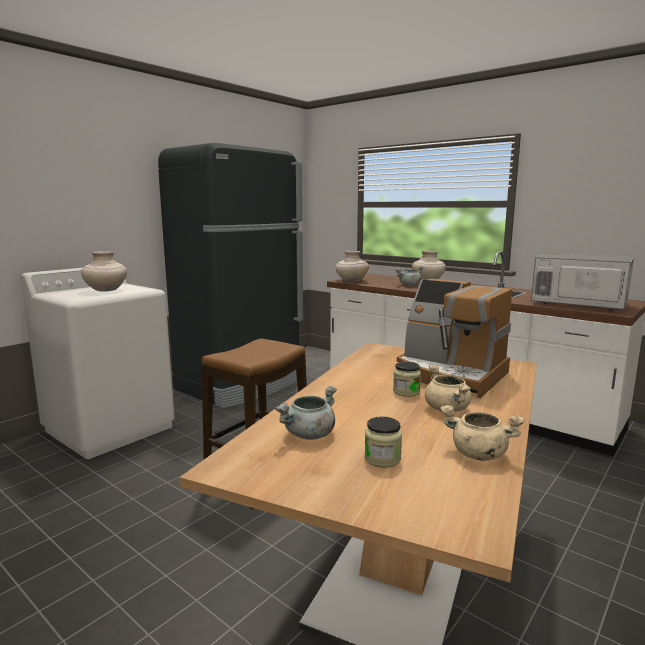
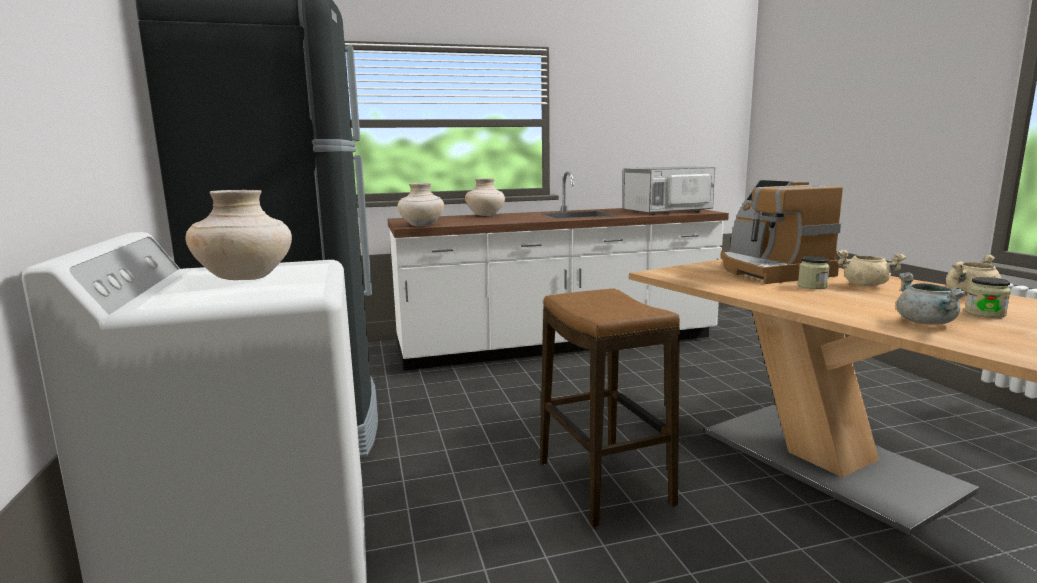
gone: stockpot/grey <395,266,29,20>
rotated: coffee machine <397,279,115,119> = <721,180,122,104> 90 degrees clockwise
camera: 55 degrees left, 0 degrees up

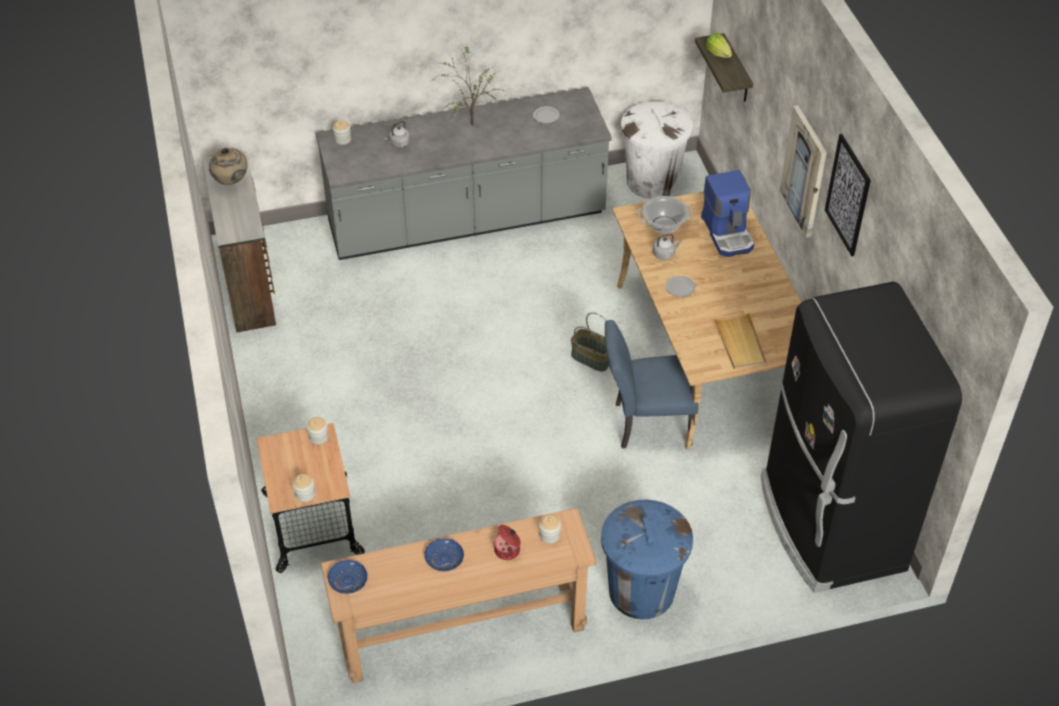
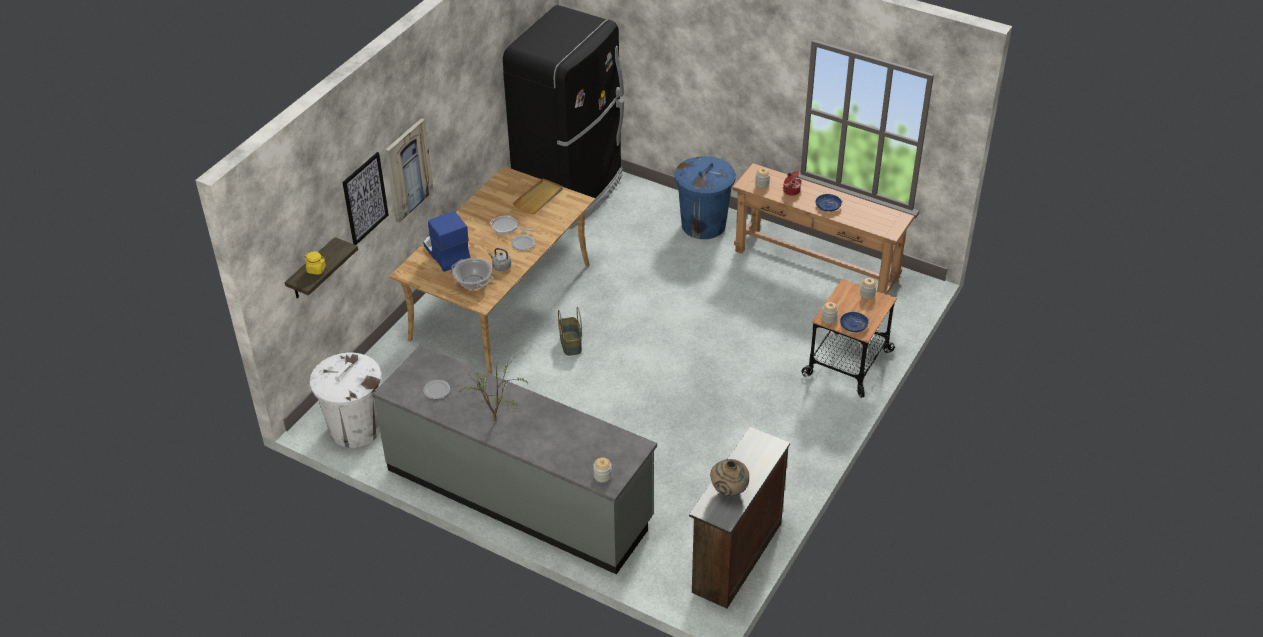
gone: kettle/grey <384,121,27,27>; plain chair/blue <605,320,94,128>
new: frying pan <490,215,44,19>
shifted: wall art <825,134,46,123> to <342,152,47,93>; dinner plate/blue <328,560,40,34> to <840,312,28,20>
swapped: lettuce head <706,33,26,25> to jar/yellow-coloured <304,251,22,24>
rotated: coffee machine <701,170,53,87> = <423,211,47,61> 60 degrees counterclockwise
camera: 135 degrees left, 5 degrees down

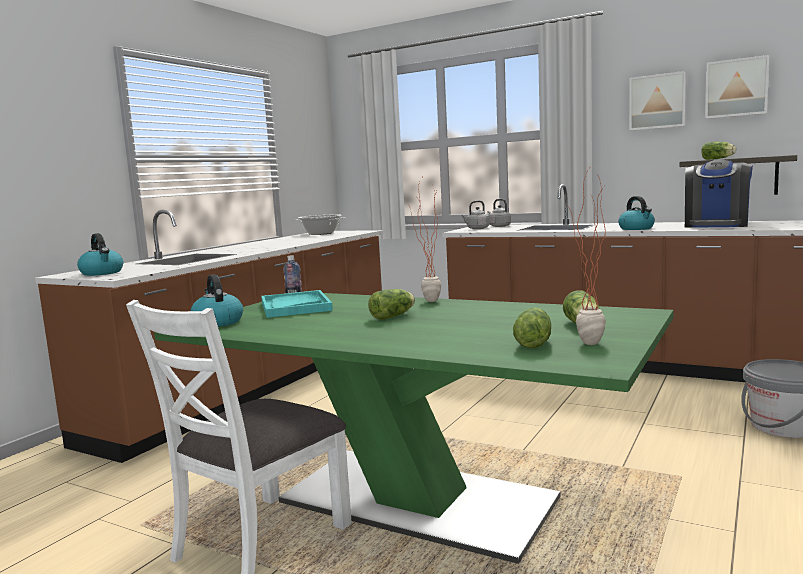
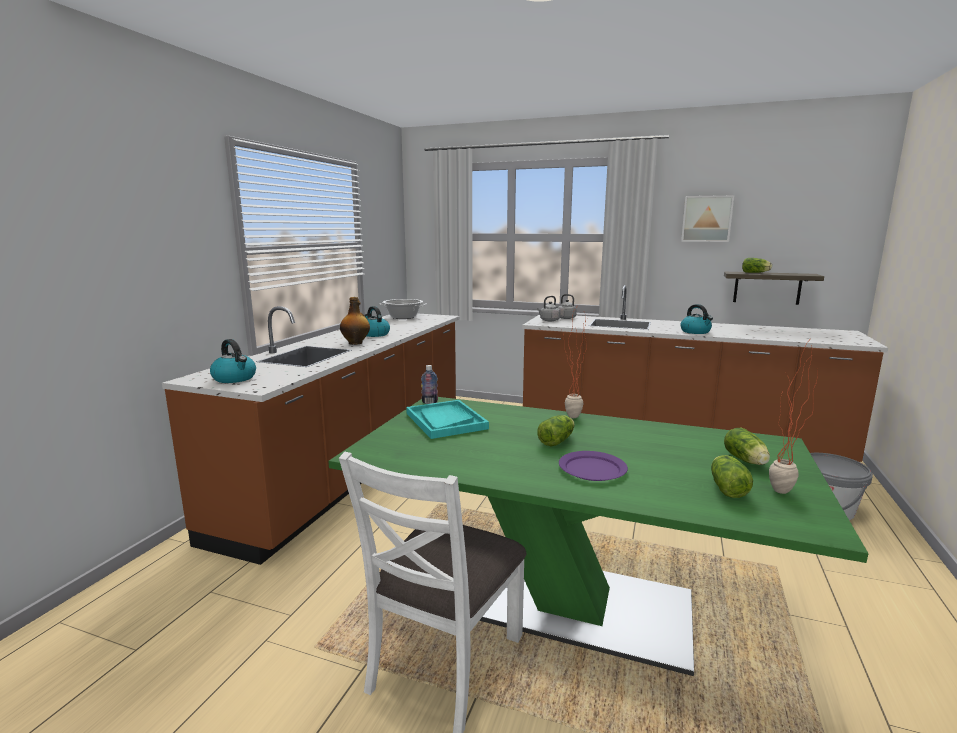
gone: coffee machine <685,159,68,69>; wall art <705,55,64,64>
new: bottle <340,297,30,48>; dinner plate/purple <559,451,69,30>
shifted: kettle <190,274,53,53> to <364,306,26,31>
camera: 10 degrees left, 5 degrees up

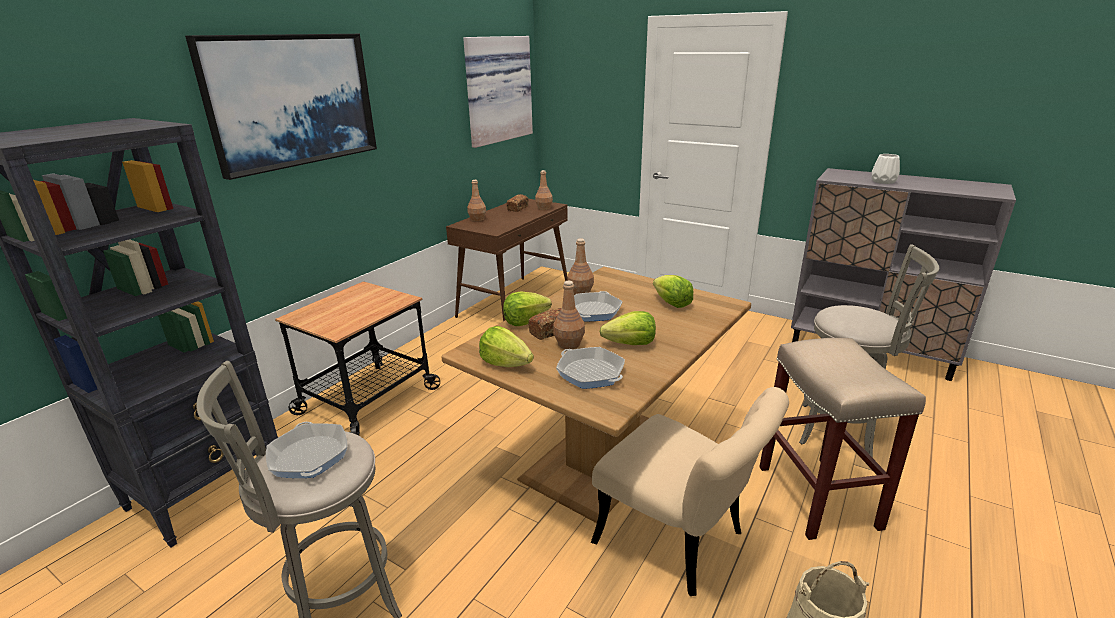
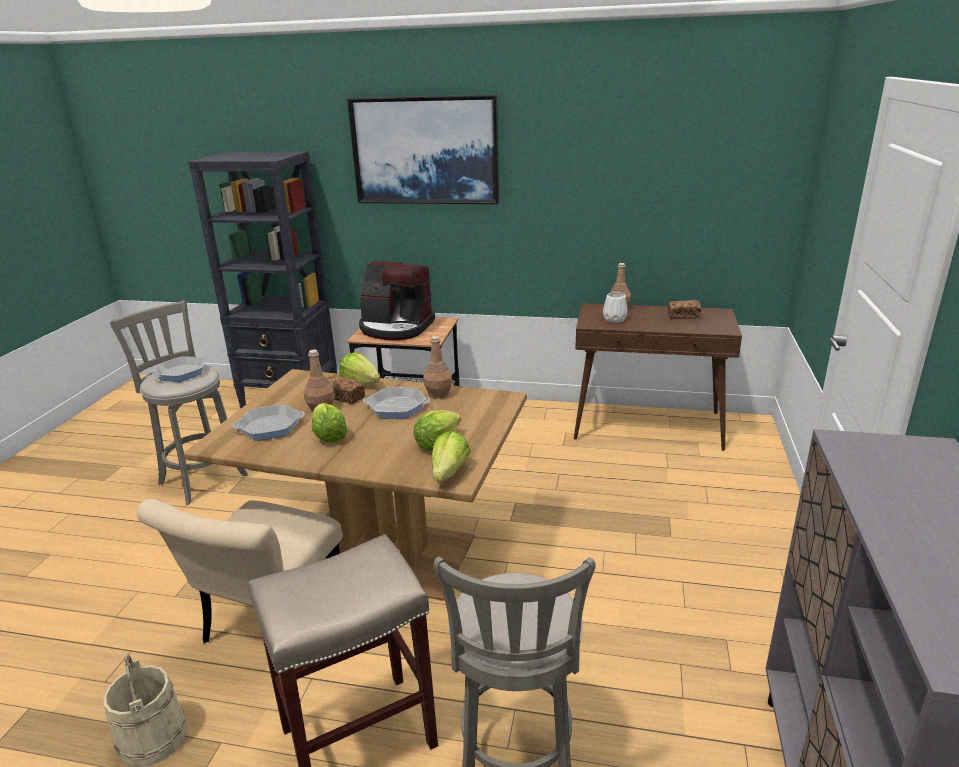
gone: wall art <463,36,70,112>; bottle/brownish <535,170,18,40>
new: coffee machine <359,261,76,79>
shifted: lettuce head <479,326,55,41> to <432,431,39,50>; decorative vase/whitish <872,154,28,30> to <603,292,25,31>
rotated: frying pan <556,347,69,42> = <232,404,73,37> 135 degrees counterclockwise
camera: 70 degrees right, 0 degrees up

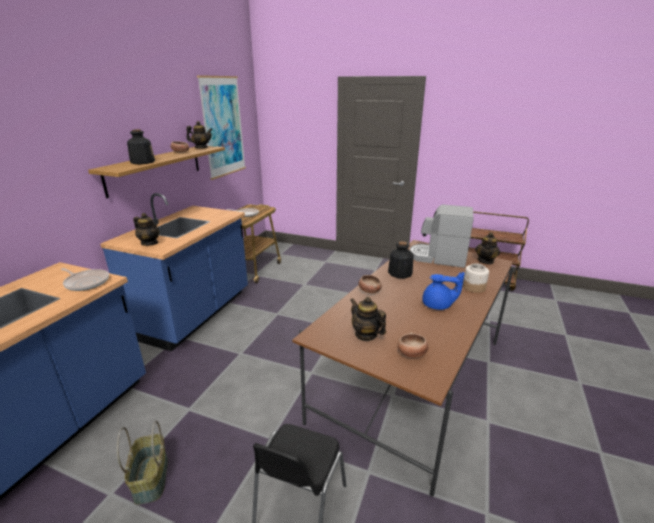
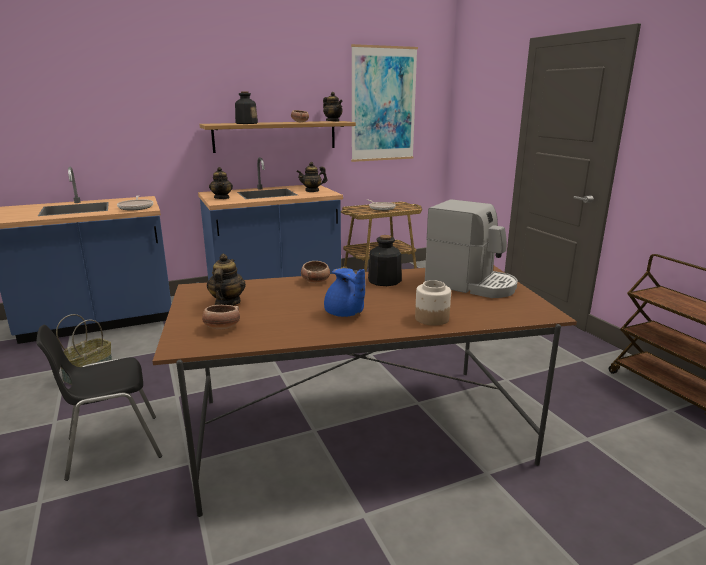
shifted: teapot <475,232,25,32> to <297,162,31,30>
rotated: coffee machine <410,204,64,64> = <425,199,93,99> 150 degrees clockwise
camera: 45 degrees right, 5 degrees down

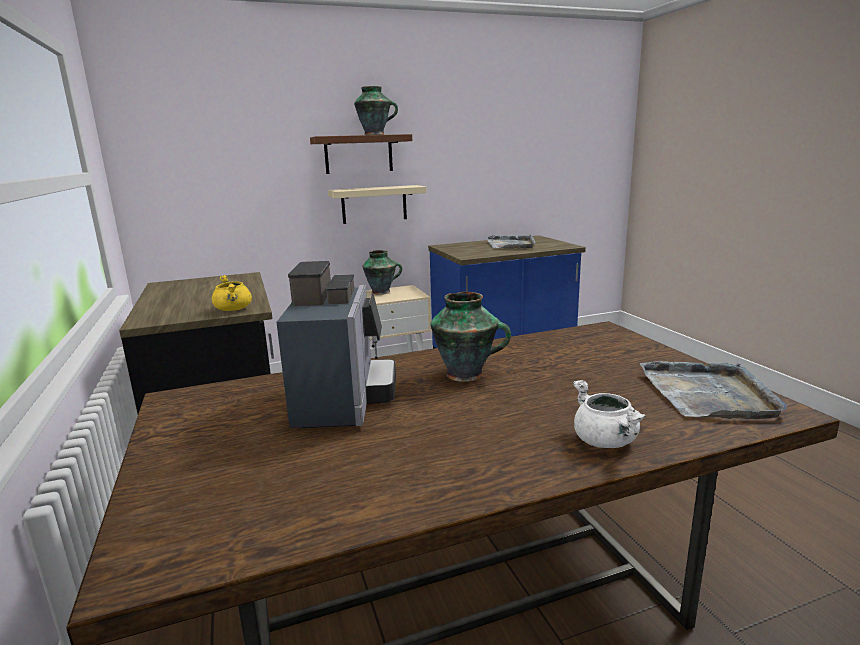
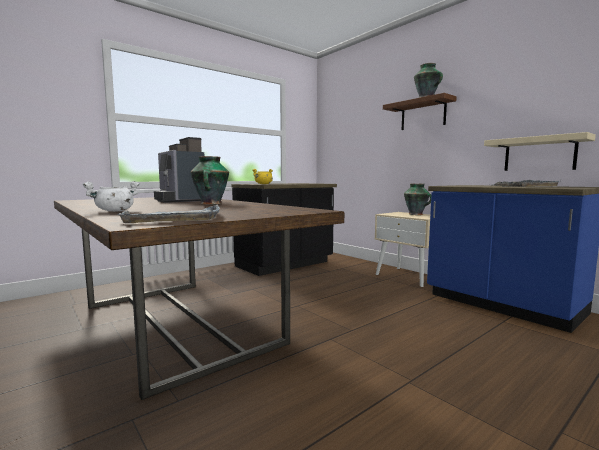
shifted: wall shelf/beige-coloured <328,185,99,39> to <484,132,112,39>
rotated: coffee machine <276,261,120,167> = <154,137,50,66> 75 degrees clockwise
camera: 70 degrees right, 10 degrees down

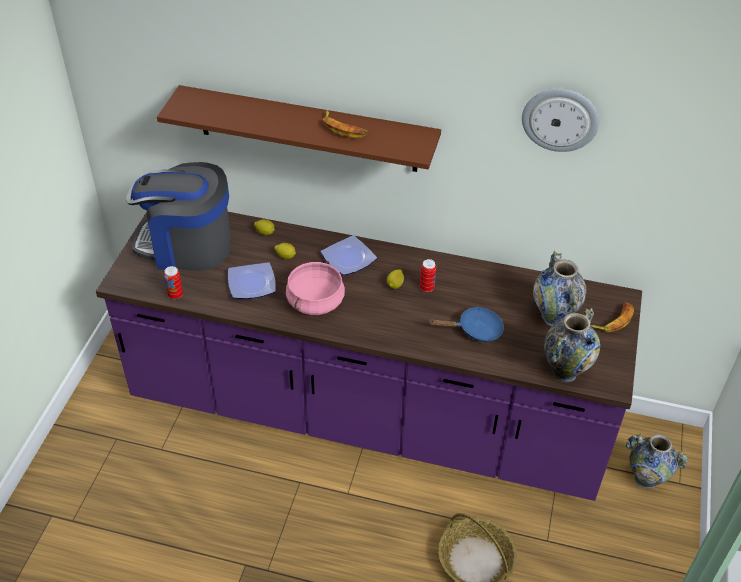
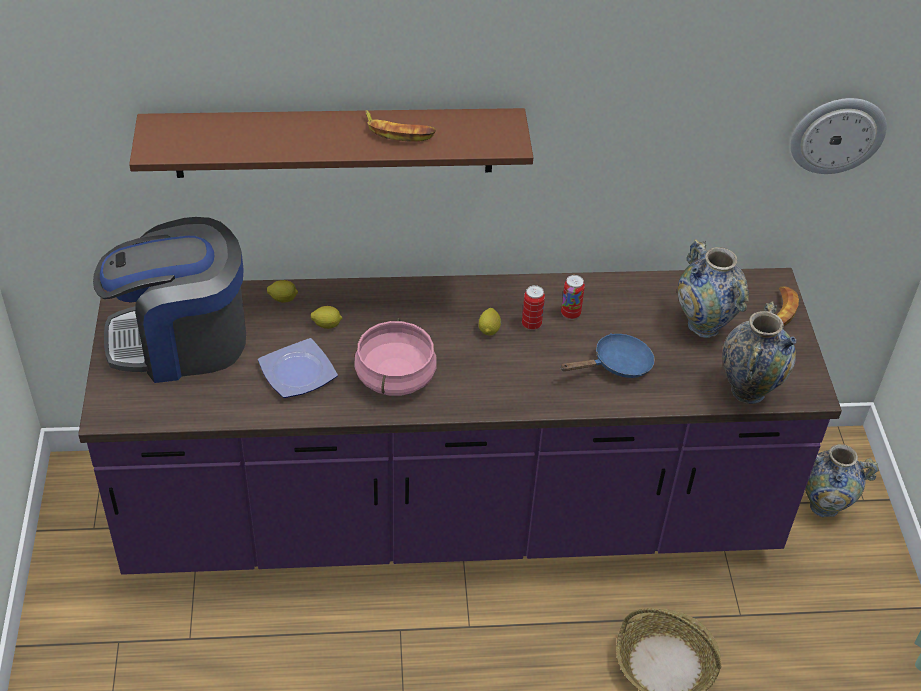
gone: dinner plate <321,235,56,40>
shifted: sealed can <164,266,19,33> to <561,275,24,44>; wall clock <522,89,77,63> to <790,98,97,76>
camera: 20 degrees left, 0 degrees up

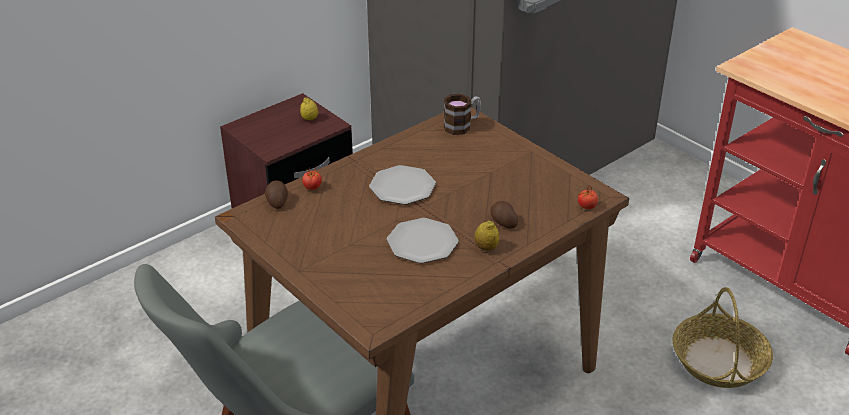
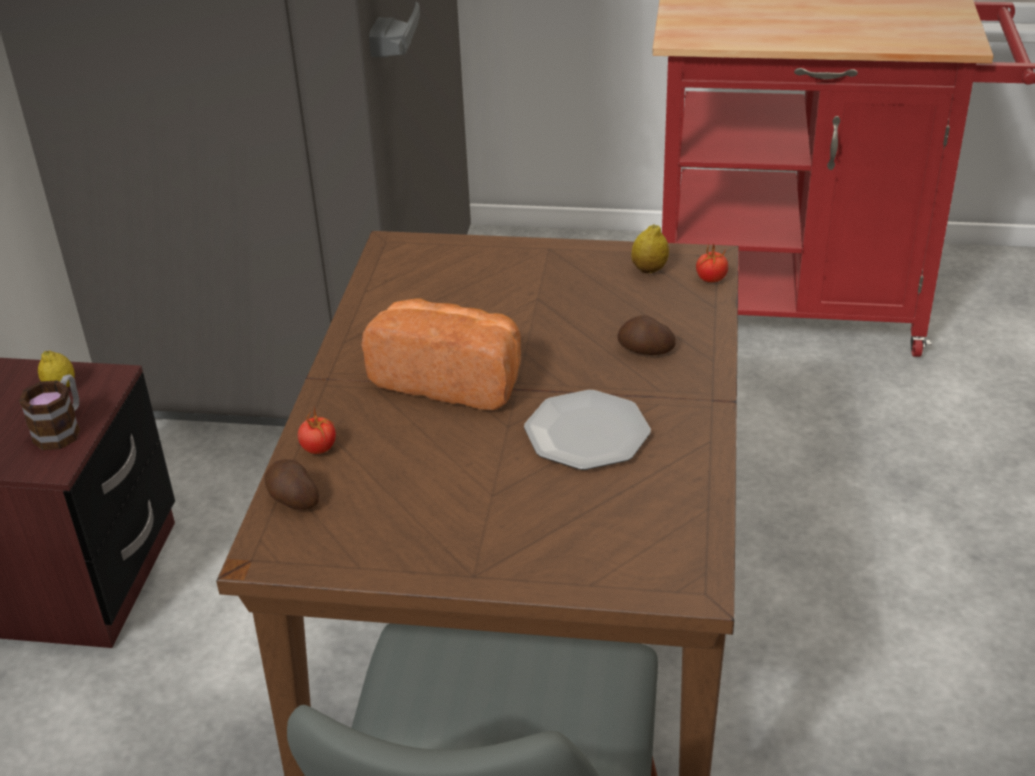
gone: storage basket <672,287,101,101>
shifted: coffee mug <443,94,38,41> to <19,375,61,75>; citrus fruit <475,221,24,30> to <631,224,38,49>
swapped: dinner plate <369,165,67,40> to bread <361,298,160,112>
camera: 40 degrees left, 0 degrees up

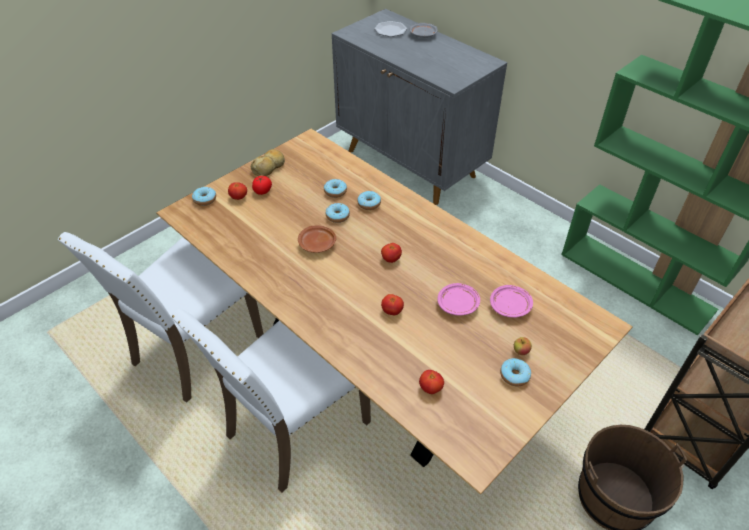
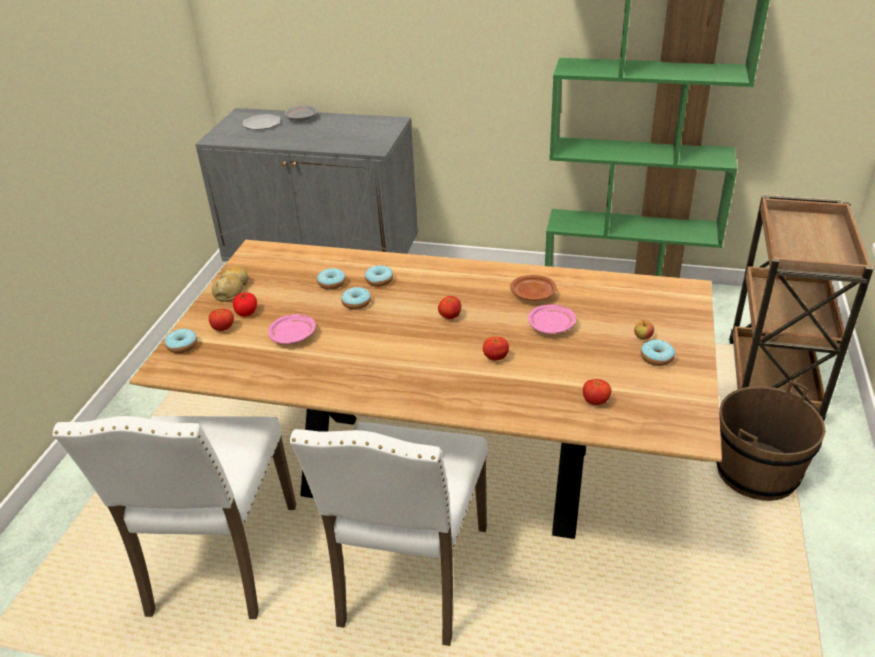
shifted: dinner plate/pink <490,285,43,33> to <268,314,48,30>; dinner plate/brownish <298,225,38,28> to <510,275,47,26>
camera: 30 degrees left, 10 degrees down

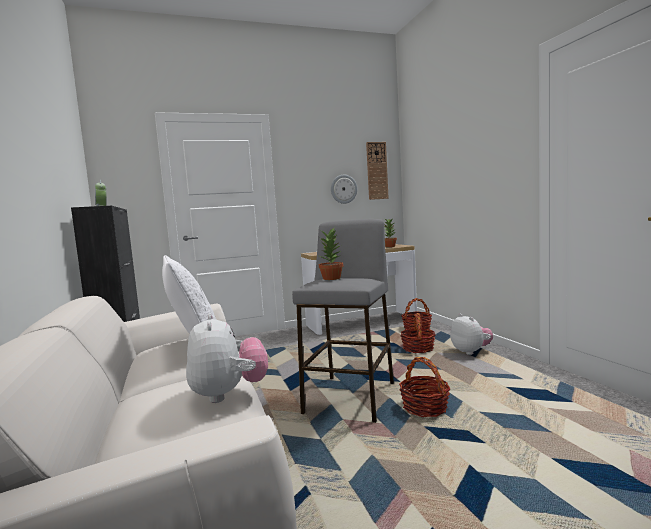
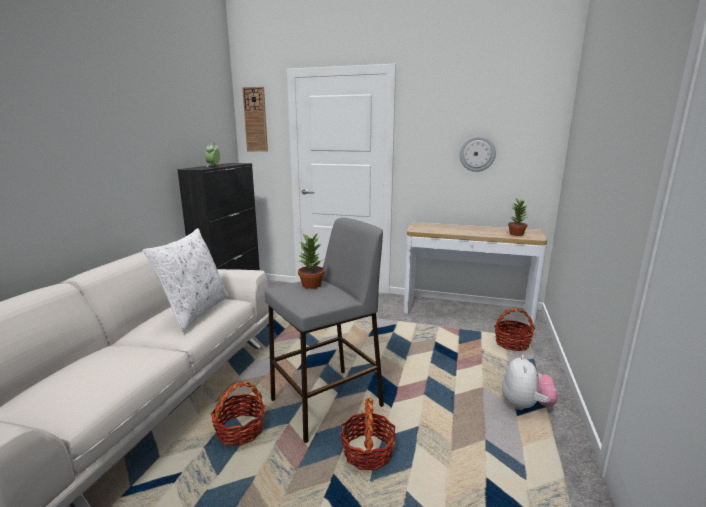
gone: plush toy <186,314,82,89>
shifted: storage basket <400,313,36,40> to <211,381,55,65>; wall clock <366,142,23,58> to <242,87,26,65>
camera: 35 degrees right, 10 degrees up

